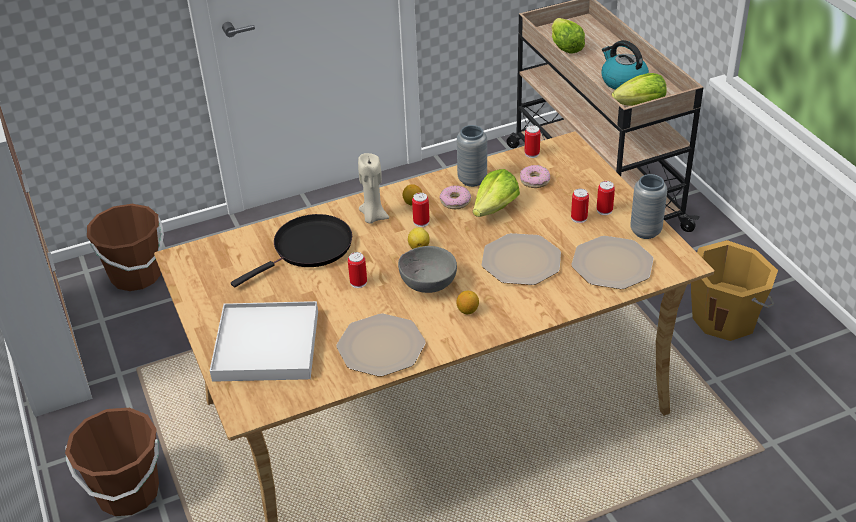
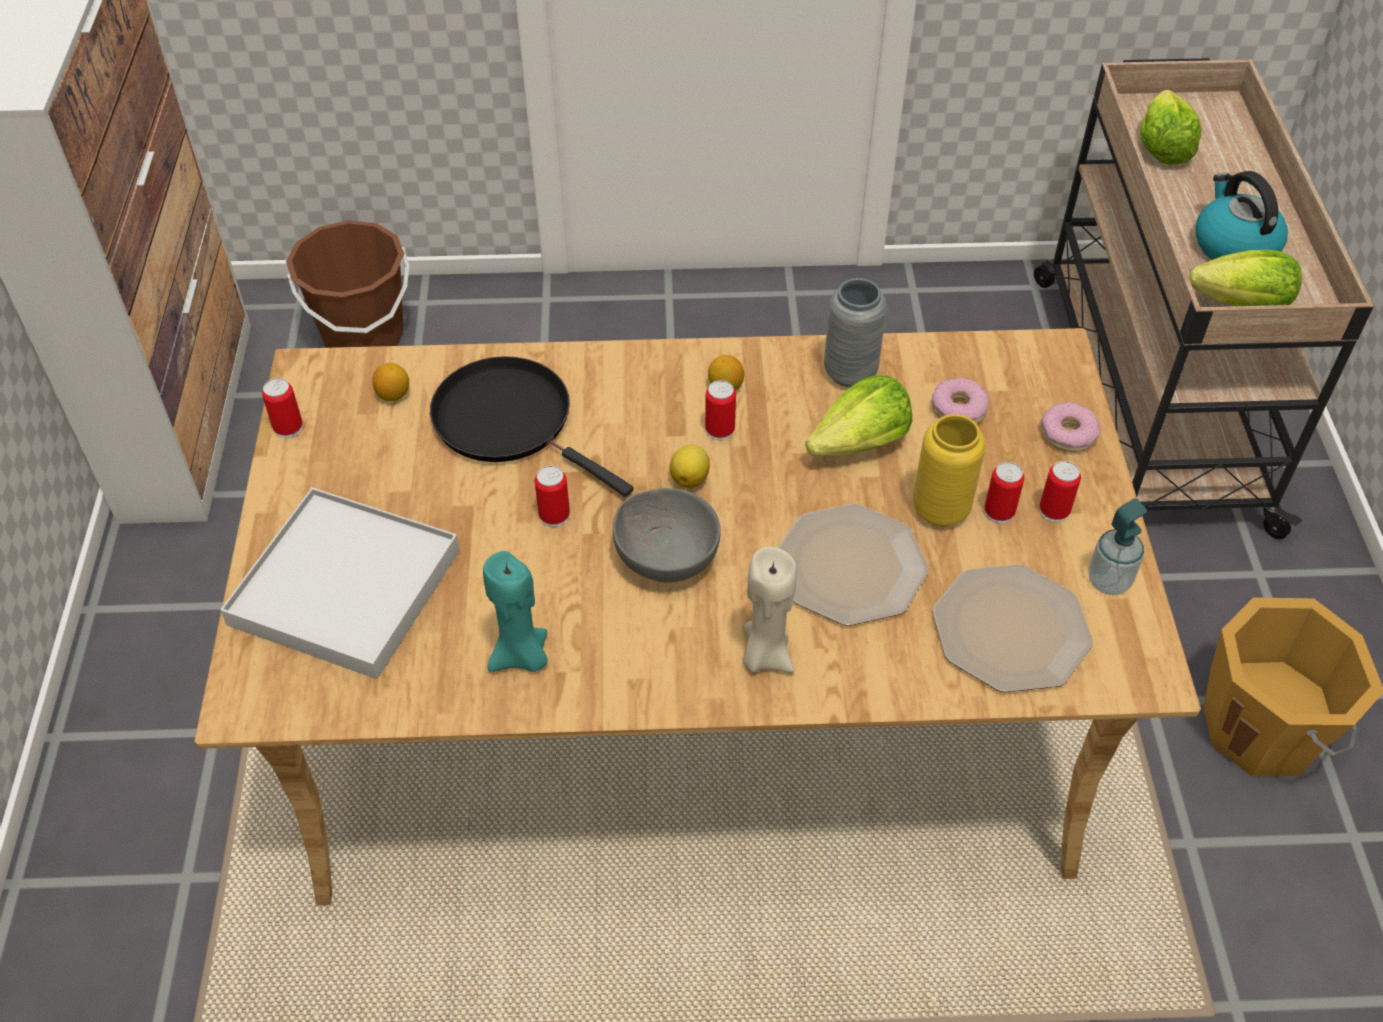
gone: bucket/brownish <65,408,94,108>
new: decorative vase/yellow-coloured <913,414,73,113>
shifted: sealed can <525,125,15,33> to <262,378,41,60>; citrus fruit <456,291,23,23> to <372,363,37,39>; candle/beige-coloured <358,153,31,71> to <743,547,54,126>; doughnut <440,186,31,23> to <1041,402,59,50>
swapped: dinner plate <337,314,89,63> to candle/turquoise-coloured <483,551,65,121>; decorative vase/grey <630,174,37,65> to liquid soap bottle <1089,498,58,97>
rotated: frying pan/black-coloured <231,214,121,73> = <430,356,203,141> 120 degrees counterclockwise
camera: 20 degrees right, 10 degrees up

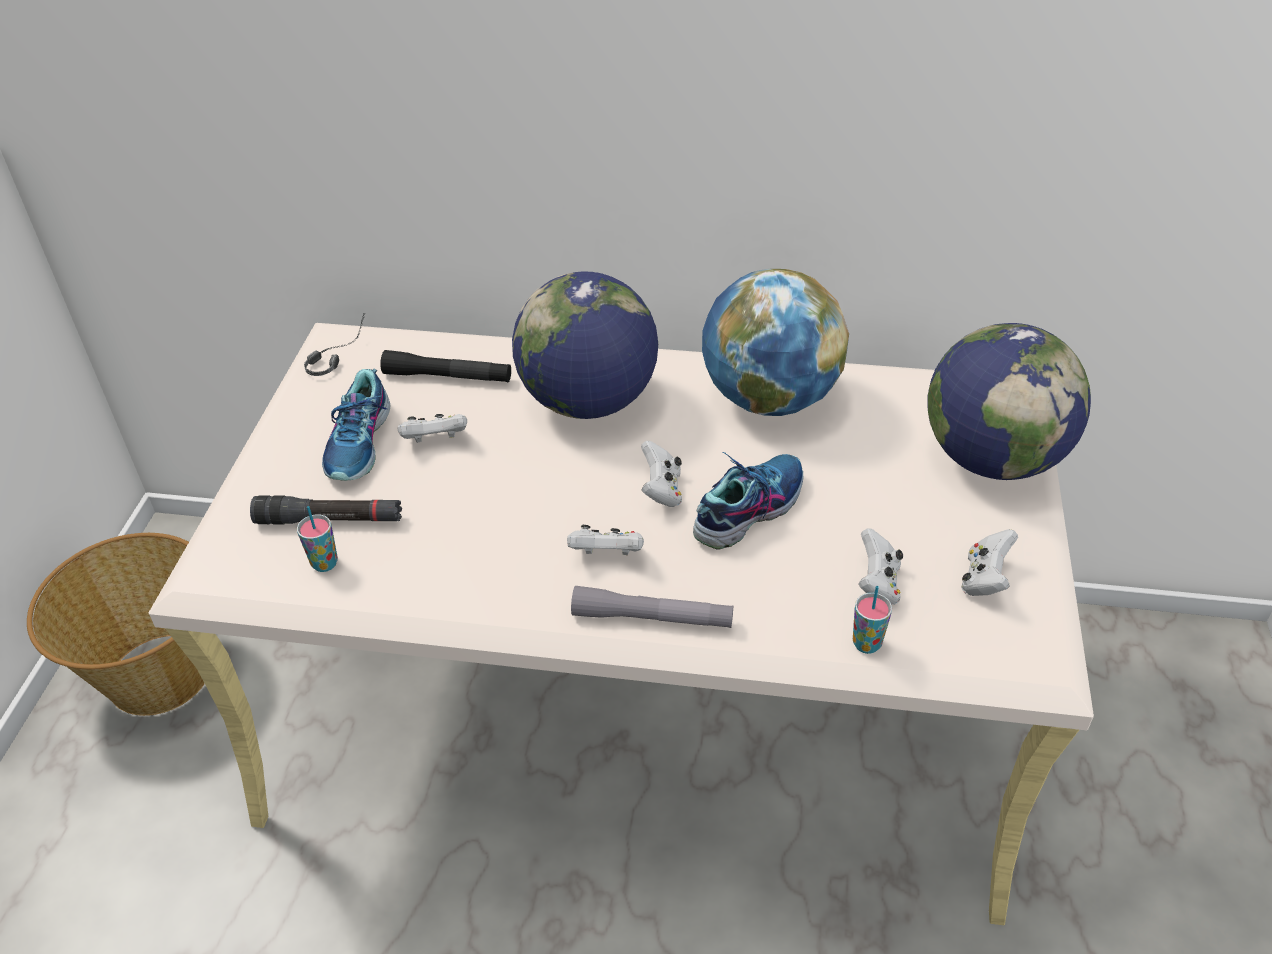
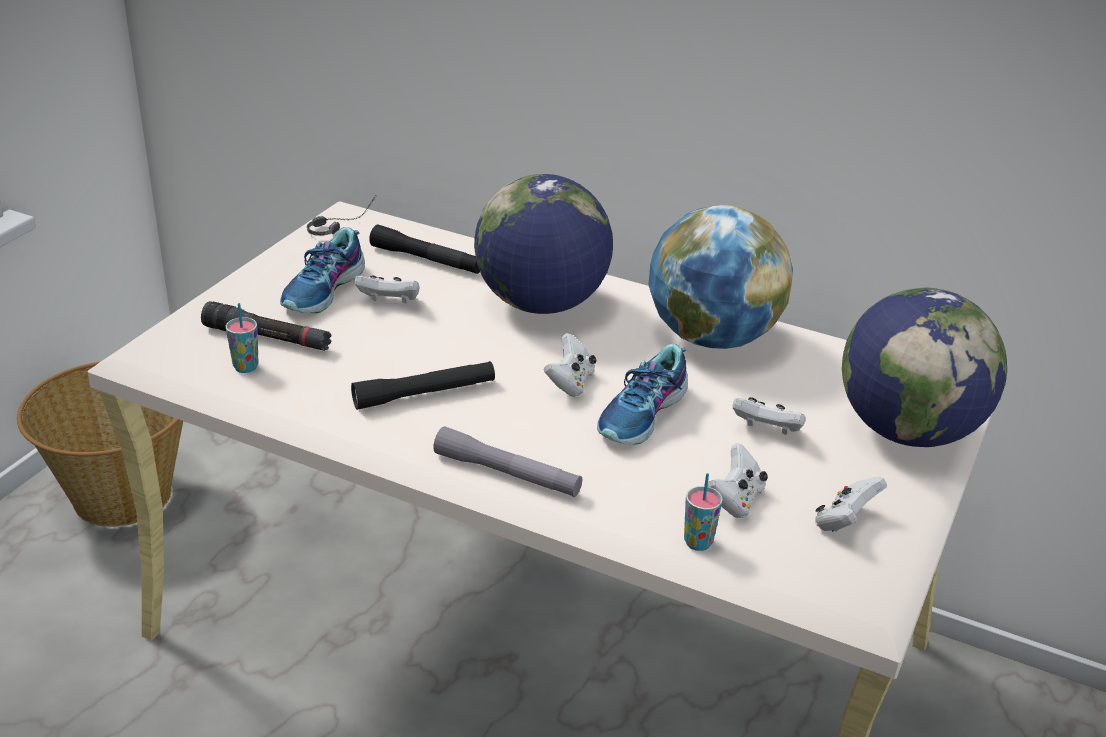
new: hand torch/black-coloured <351,361,144,49>
shifted: joypad/whitish <567,525,77,30> to <733,397,73,38>
rotated: low shoe <693,452,110,98> = <597,344,91,101> 150 degrees clockwise
camera: 15 degrees right, 10 degrees down

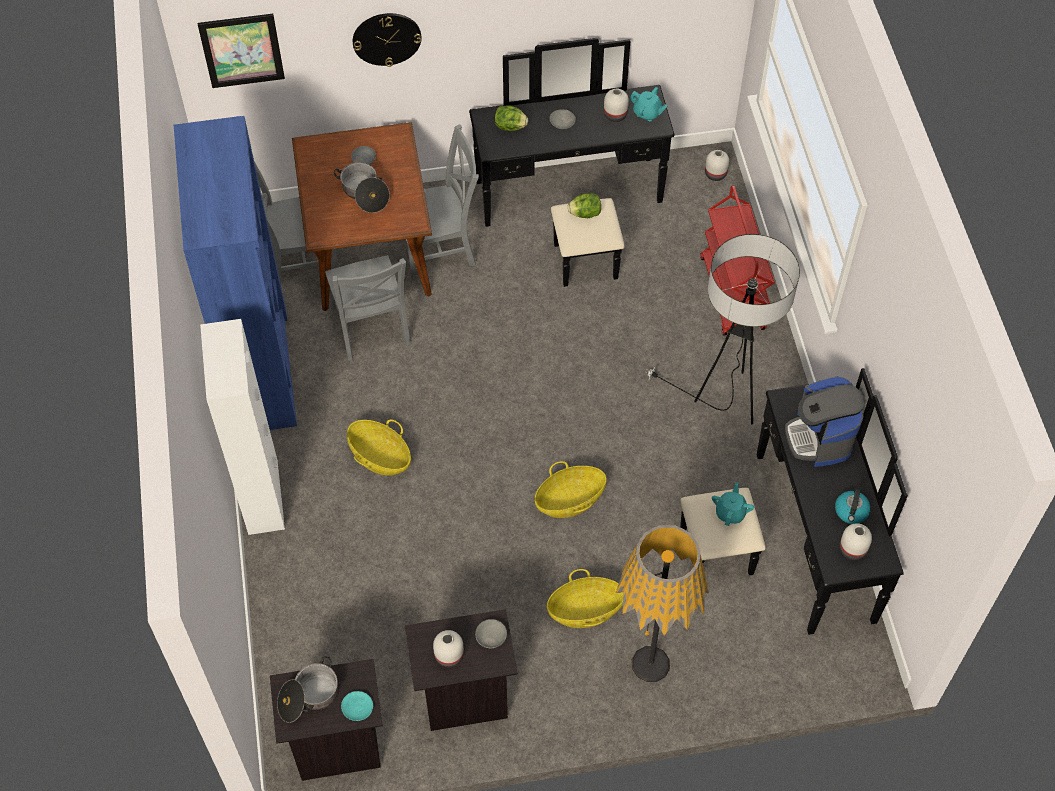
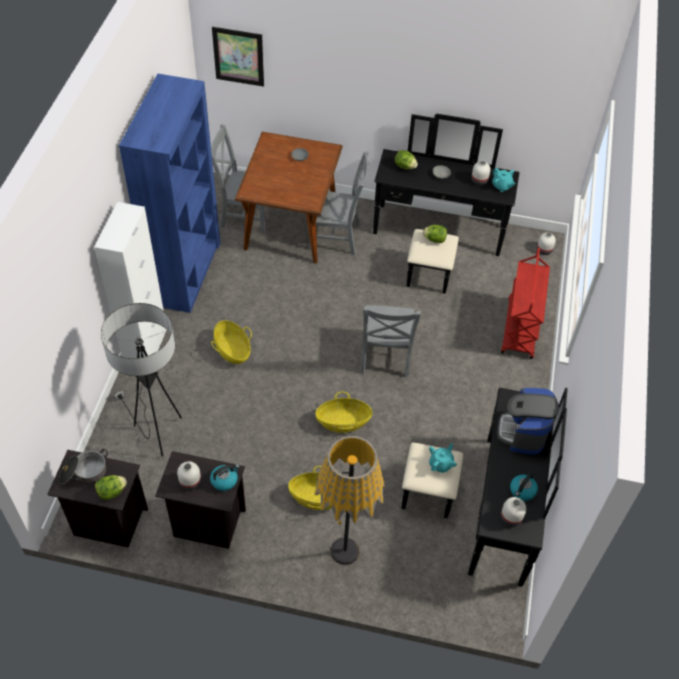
gone: stockpot <334,162,56,51>; wall clock <353,13,69,54>
shifted: standing lamp <645,234,155,190> to <101,303,81,154>; plain chair/grey <325,255,86,106> to <361,305,60,73>
swapped: dinner plate/turquoise-coloured <341,691,32,30> to lettuce head <95,475,32,25>; serving bowl/grey <475,619,32,29> to kettle <210,464,30,27>
camera: 20 degrees right, 5 degrees down

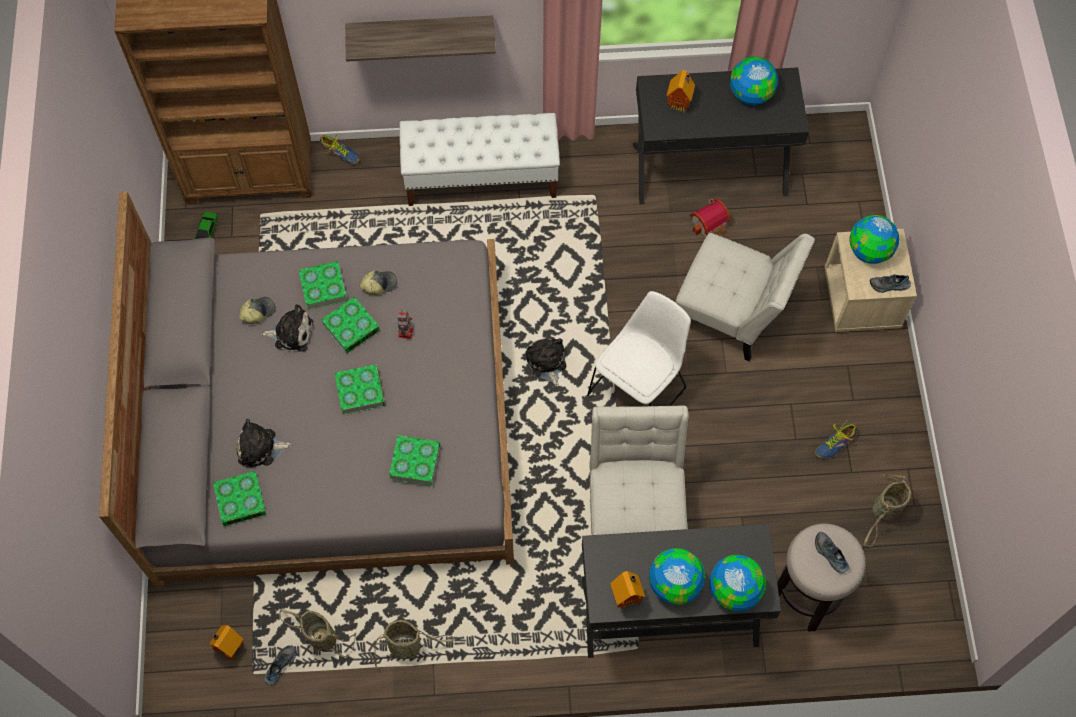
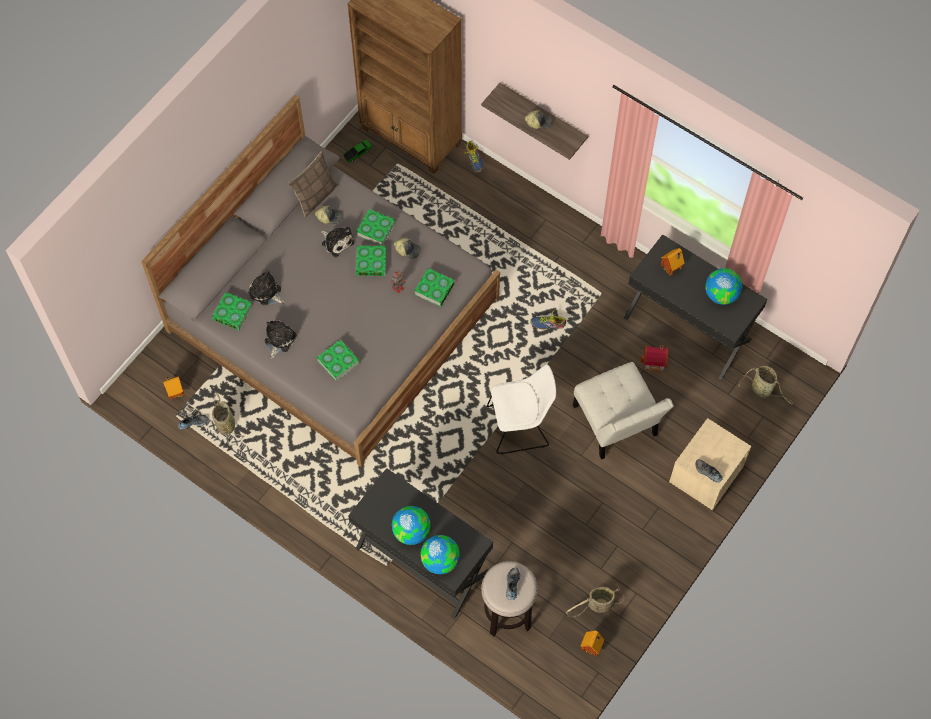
gone: bench/whitish <399,113,161,93>; plain chair/whitish <590,406,99,129>; globe <849,215,51,49>
new: pillow <288,151,50,66>; peaked cap <525,110,27,19>
shifted: plush toy <526,338,40,48> to <265,320,31,39>; book <334,364,51,51> to <414,268,41,39>; low shoe <815,421,42,38> to <530,311,36,19>; miniature house <610,571,35,38> to <581,631,23,26>; storage basket <370,620,84,48> to <738,366,55,39>
camera: 40 degrees right, 0 degrees up

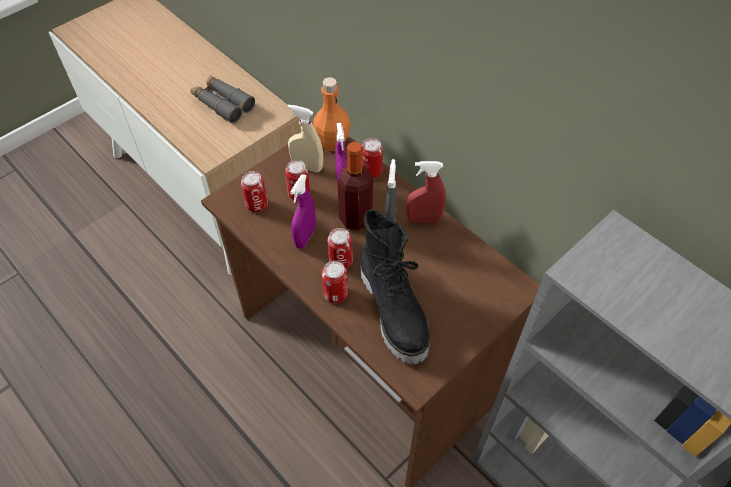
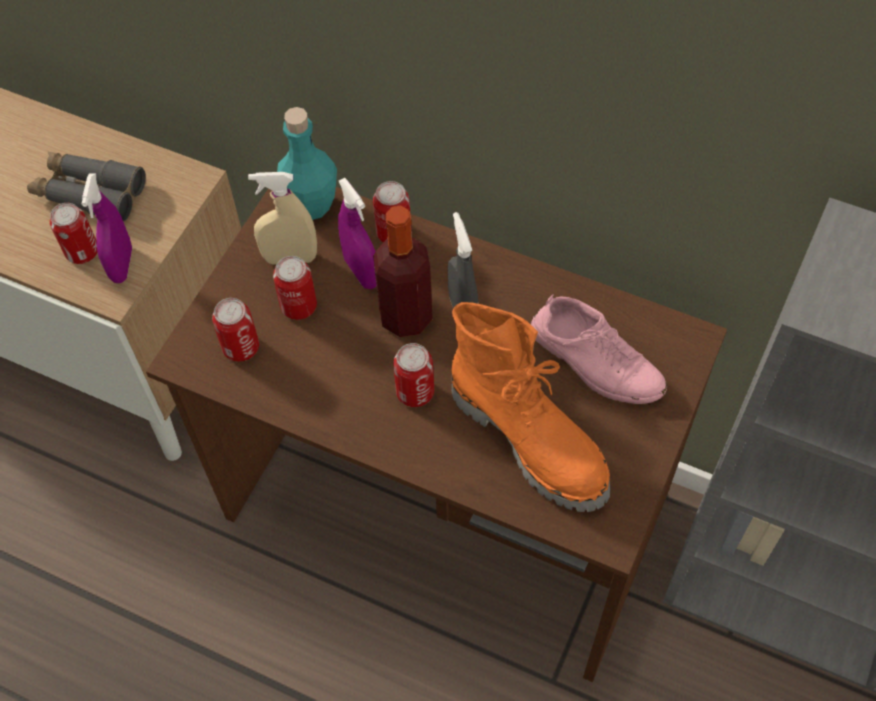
gone: sprayer/reddish <407,161,39,62>
new: low shoe/pink <531,294,136,110>
shifted: sealed can <322,261,26,42> to <50,203,48,61>; sprayer/purple <290,174,26,75> to <82,174,50,109>
repainted: bottle/orange <313,77,38,74> to bottle/turquoise-coloured <277,107,60,113>; boot/black-coloured <360,209,70,155> to boot/orange <452,302,158,210>
camera: 20 degrees left, 5 degrees up

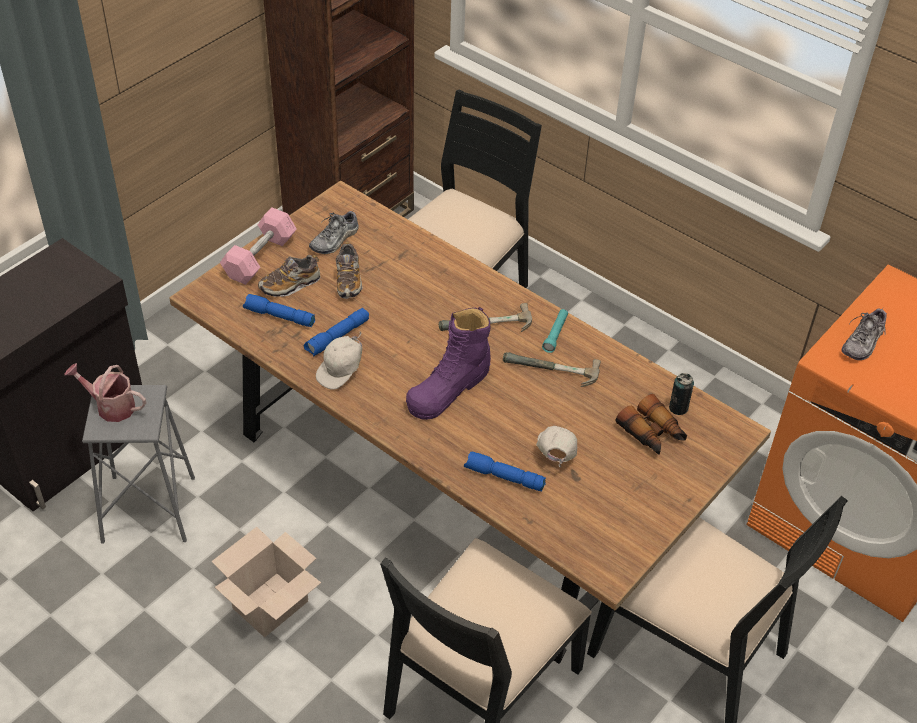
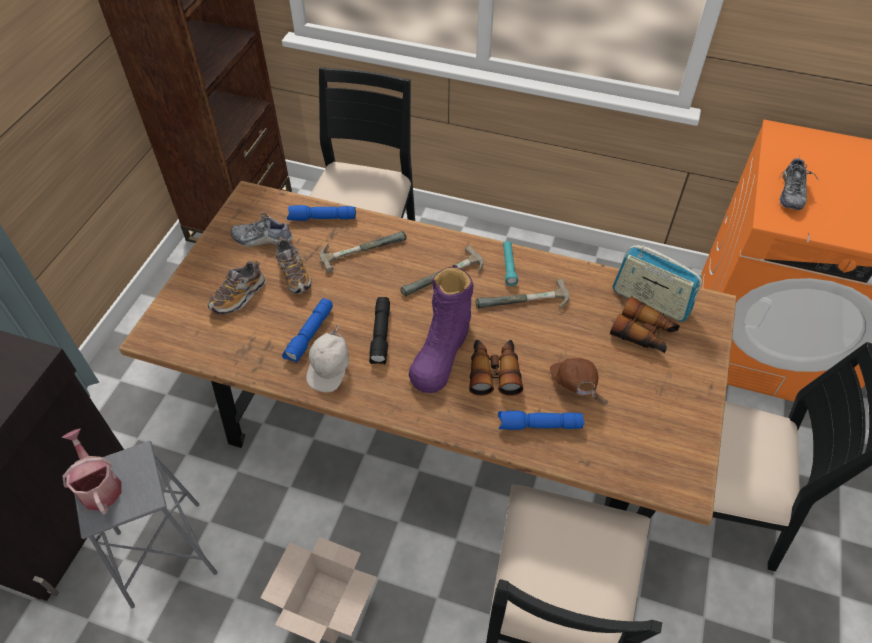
gone: free weight/pink <220,208,77,77>
new: tool hammer <320,231,86,42>; hand torch/black-coloured <369,297,21,67>; binoculars <469,340,54,56>
shifted: hand torch/blue <243,294,72,33> to <287,205,69,16>
swapped: sealed can <669,373,25,42> to radio <613,245,89,77>
repainted: peaked cap/whitish <536,426,41,41> to peaked cap/brownish <550,358,48,42>
rotated: watering can <64,363,82,59> = <62,429,60,86> 60 degrees clockwise; low shoe <309,211,50,43> = <231,213,61,34> 75 degrees clockwise
camera: 20 degrees left, 5 degrees up

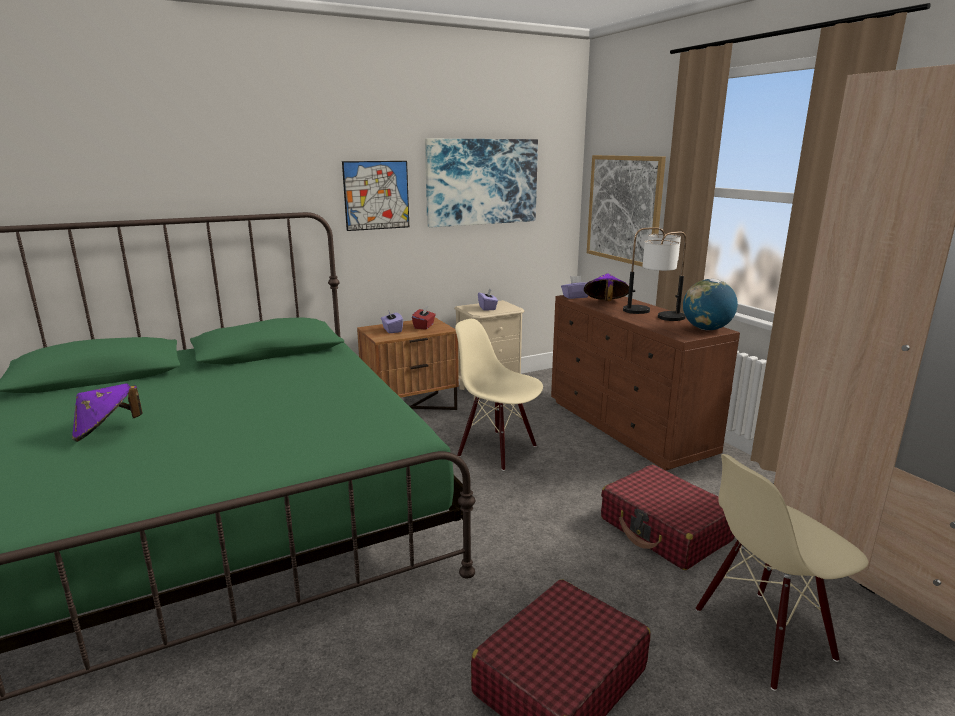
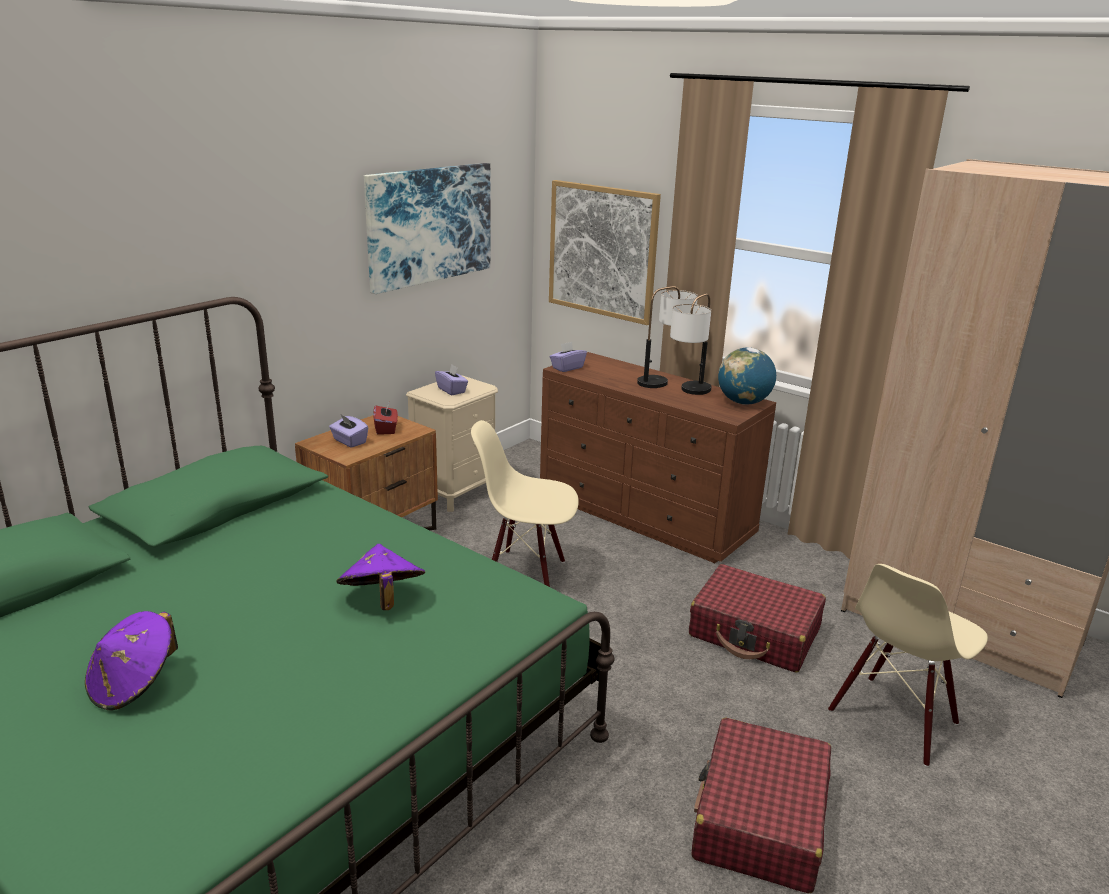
gone: wall art <342,161,67,70>
shifted: wearable hat/purple <584,273,45,28> to <336,544,89,66>
camera: 25 degrees left, 5 degrees up

